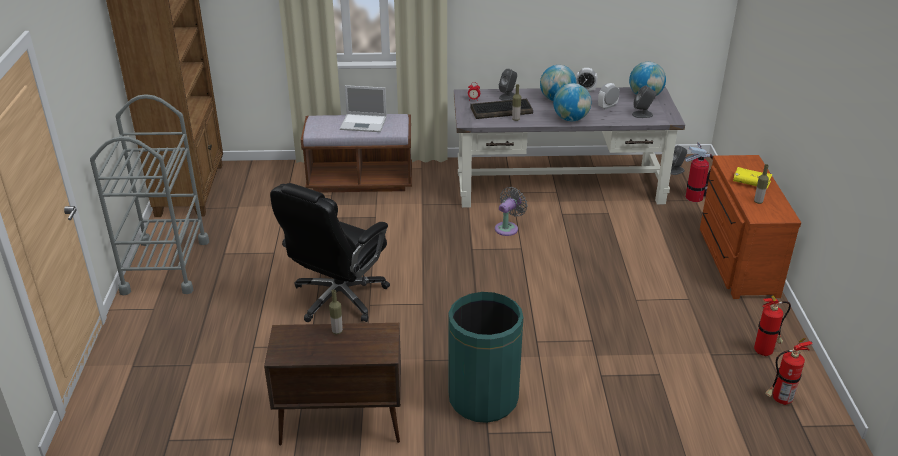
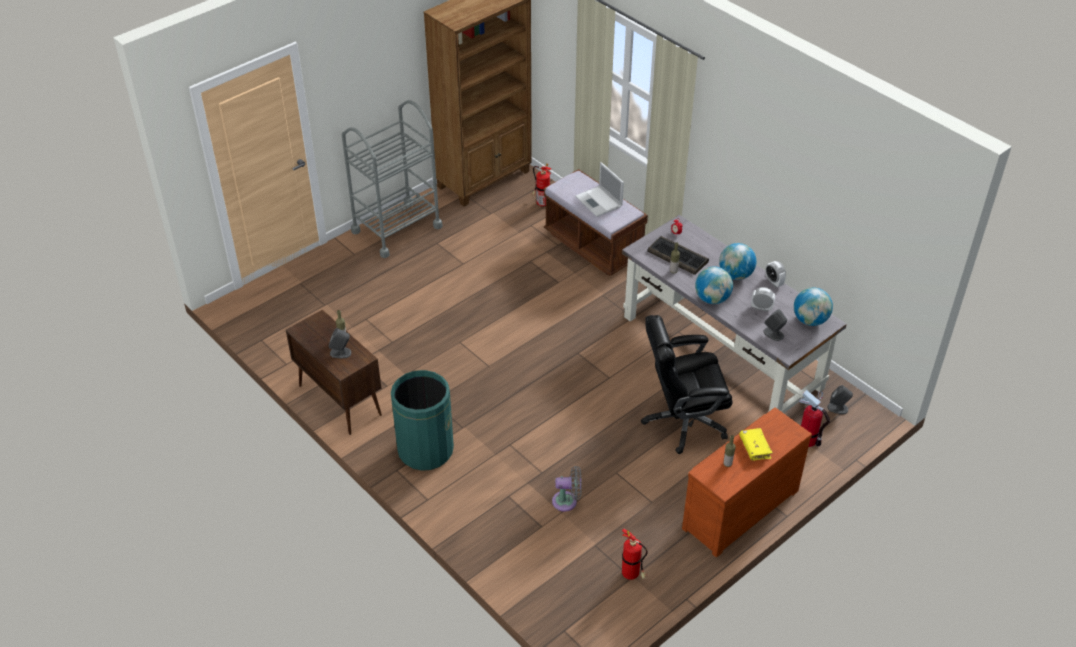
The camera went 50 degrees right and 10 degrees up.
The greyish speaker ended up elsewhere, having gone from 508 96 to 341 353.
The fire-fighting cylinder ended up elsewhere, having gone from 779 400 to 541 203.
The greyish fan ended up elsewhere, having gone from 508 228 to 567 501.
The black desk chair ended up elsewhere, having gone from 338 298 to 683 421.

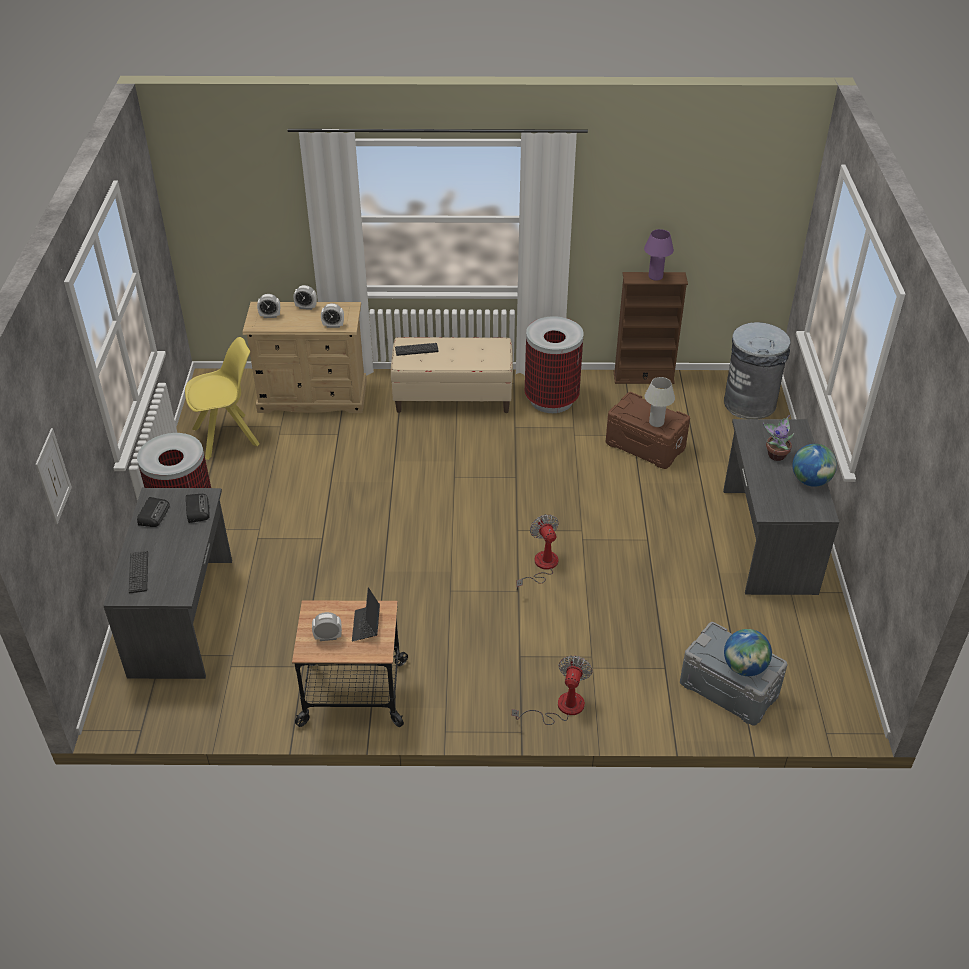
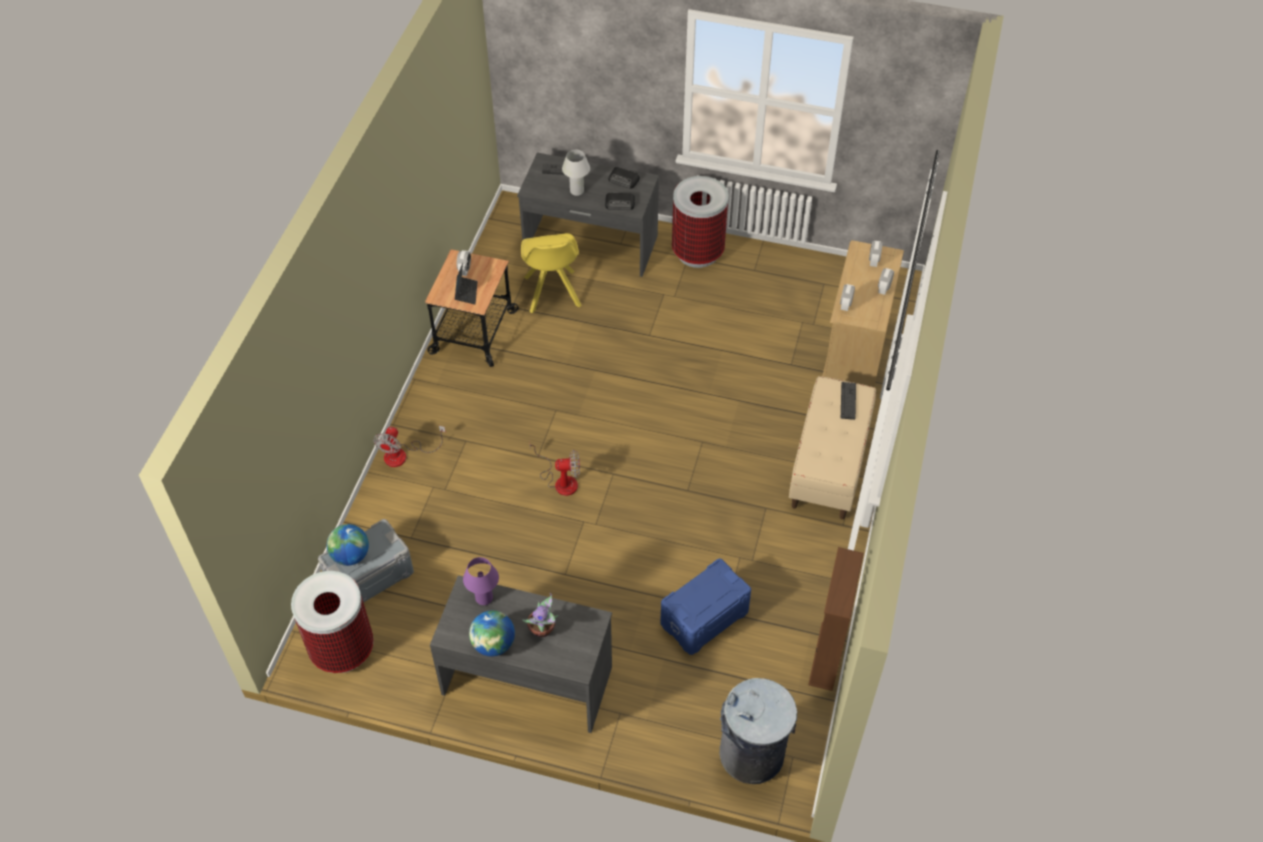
The camera went 105 degrees right and 10 degrees up.
The trash can ended up elsewhere, having gone from 551 400 to 342 649.
The fan at 561 707 ended up facing another way, 75 degrees clockwise from before.
The notebook computer at 366 626 ended up facing another way, 75 degrees clockwise from before.
The purple-coloured lamp for a table ended up elsewhere, having gone from 655 277 to 484 598.
The yellow plain chair ended up elsewhere, having gone from 228 436 to 552 293.
The whitish lamp for a table ended up elsewhere, having gone from 656 423 to 577 191.
What was the brown-coloured storage container at 645 446 turned into the blue storage container at 703 617.
The second view lost the picture at 53 476.

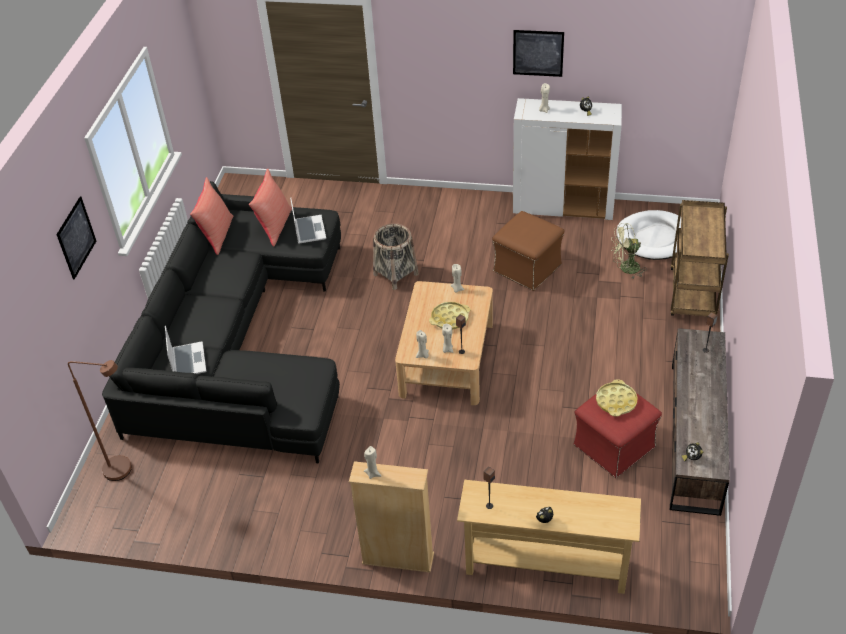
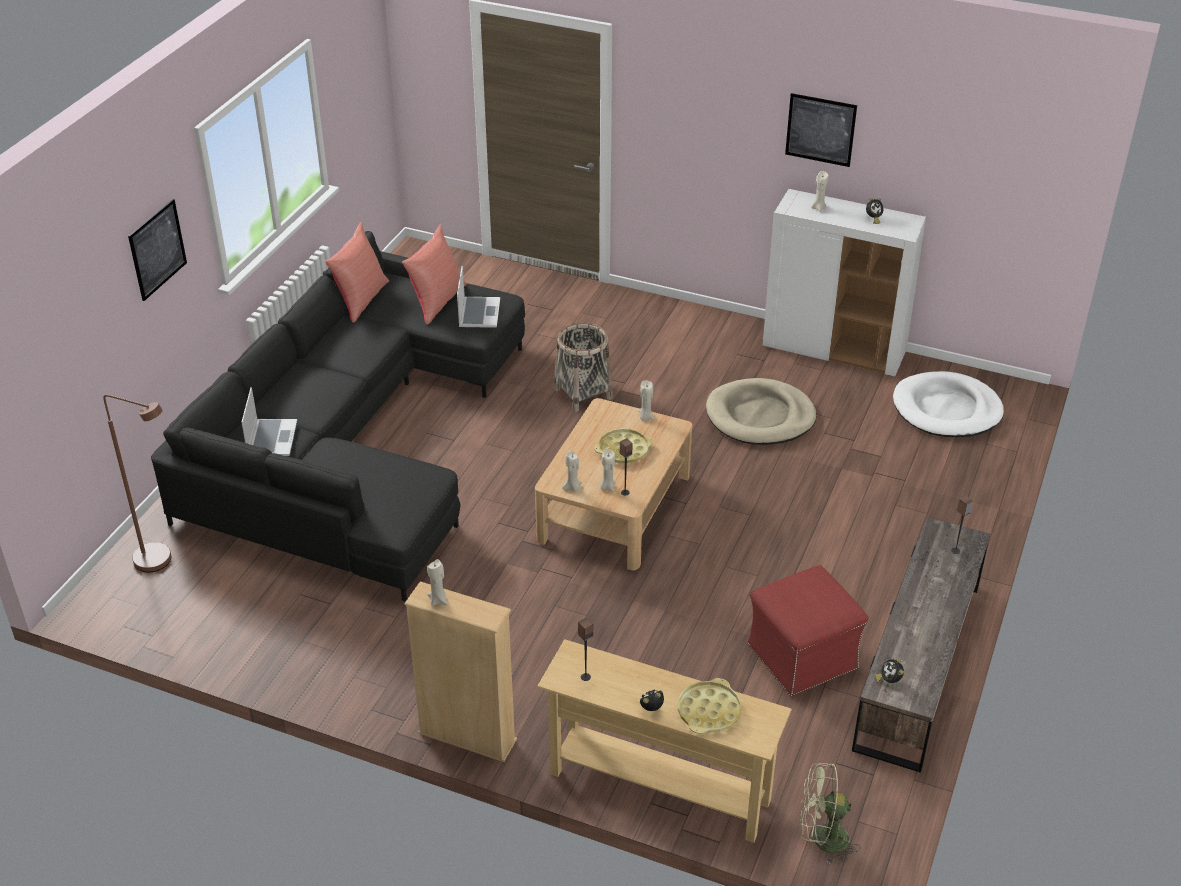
The camera went 10 degrees right and 5 degrees down.
The yellow serving tray ended up elsewhere, having gone from 616 401 to 709 711.
Where the brown-coloured pouffe stood at 528 268, the beige dog bed came to stand at 760 416.
The greenish fan ended up elsewhere, having gone from 625 269 to 822 839.
The second view lost the brown-coloured wheeled cart at 693 295.

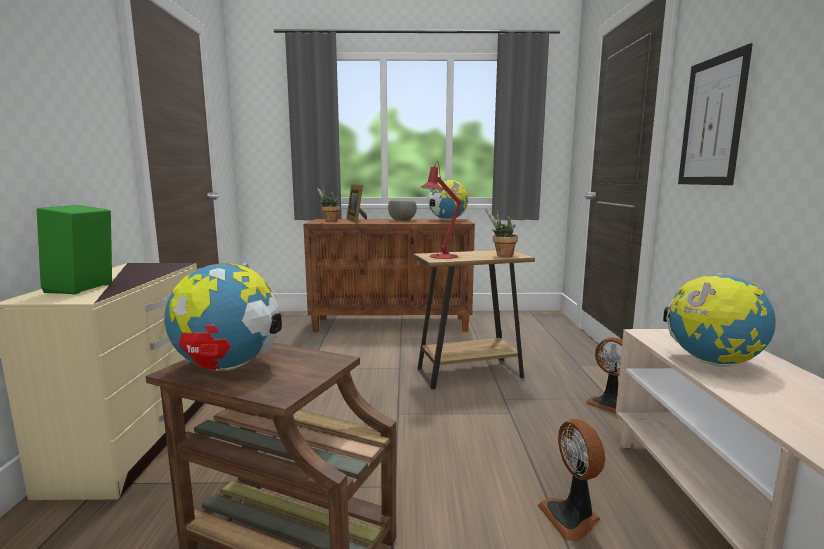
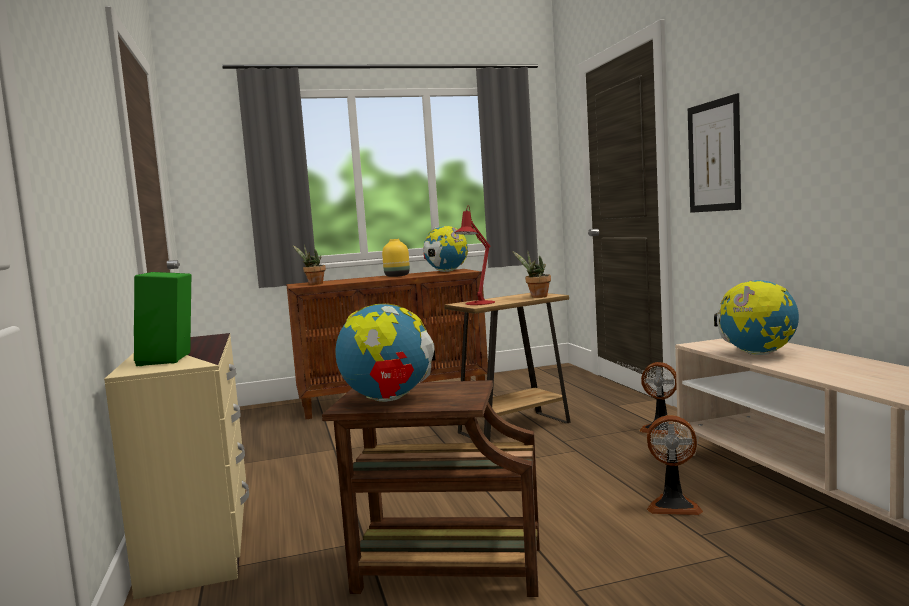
The camera went 15 degrees left and 5 degrees down.
Where the greyish deep dish stood at 402 221, the yellow decorative vase came to stand at 397 276.
The fan at 572 517 ended up facing another way, 45 degrees counterclockwise from before.
The second view lost the photo frame at 357 220.

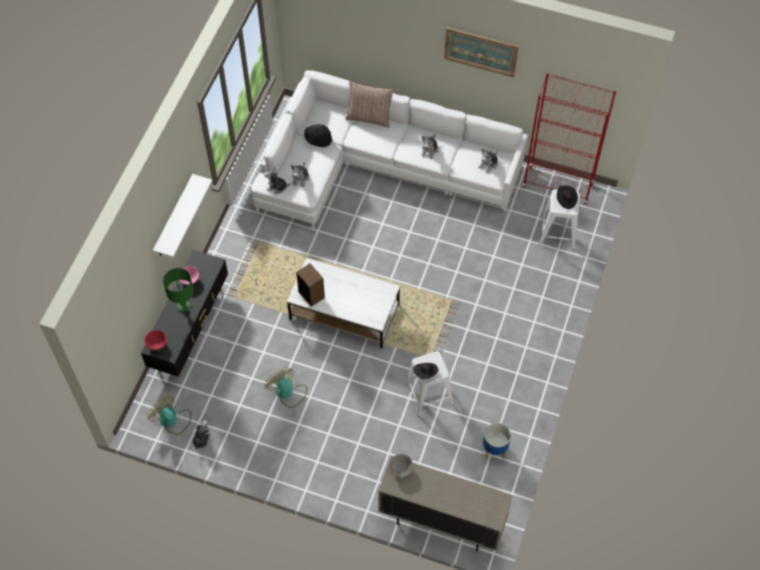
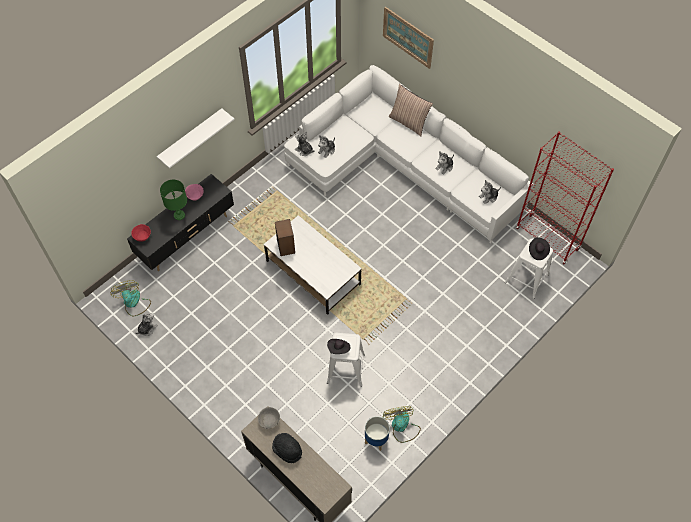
The camera went 25 degrees right and 0 degrees up.
The black wearable hat ended up elsewhere, having gone from 318 139 to 287 450.
The picture ended up elsewhere, having gone from 480 52 to 408 37.
The fan ended up elsewhere, having gone from 287 392 to 402 427.

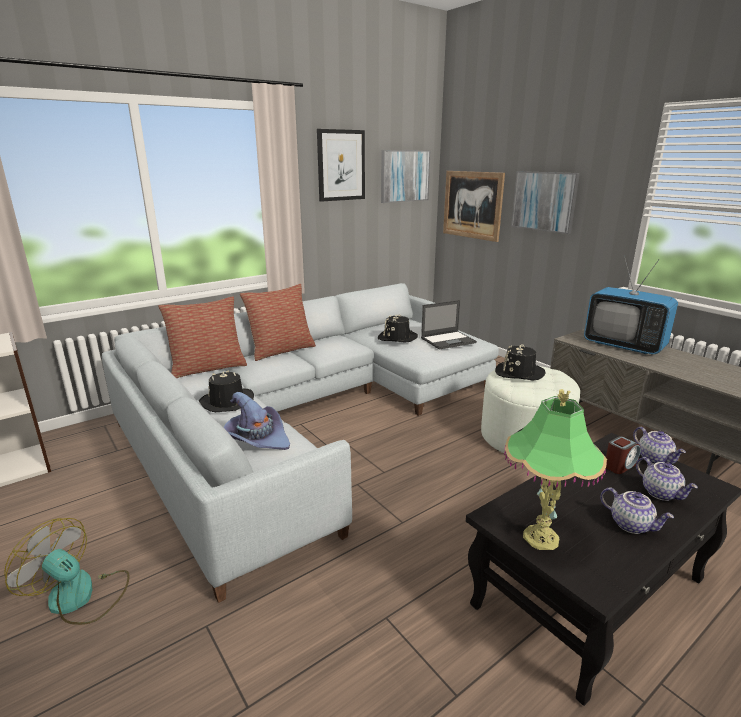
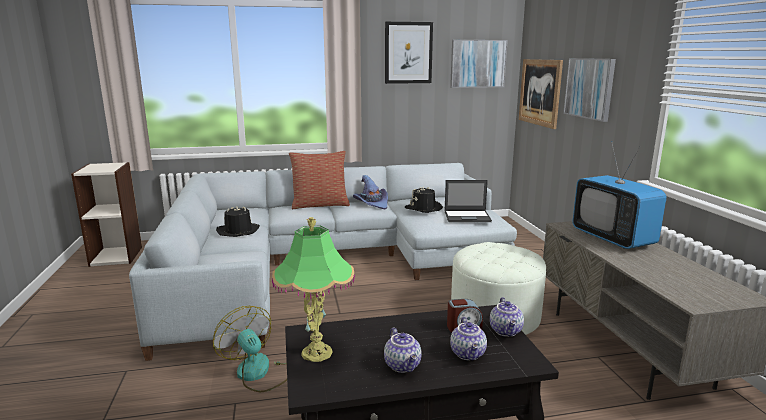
The camera went 25 degrees right and 5 degrees down.
The fan ended up elsewhere, having gone from 80 597 to 258 373.
The purple-coloured wearable hat ended up elsewhere, having gone from 257 438 to 372 204.
The second view lost the pillow at 208 368.
The second view lost the black wearable hat at 519 373.

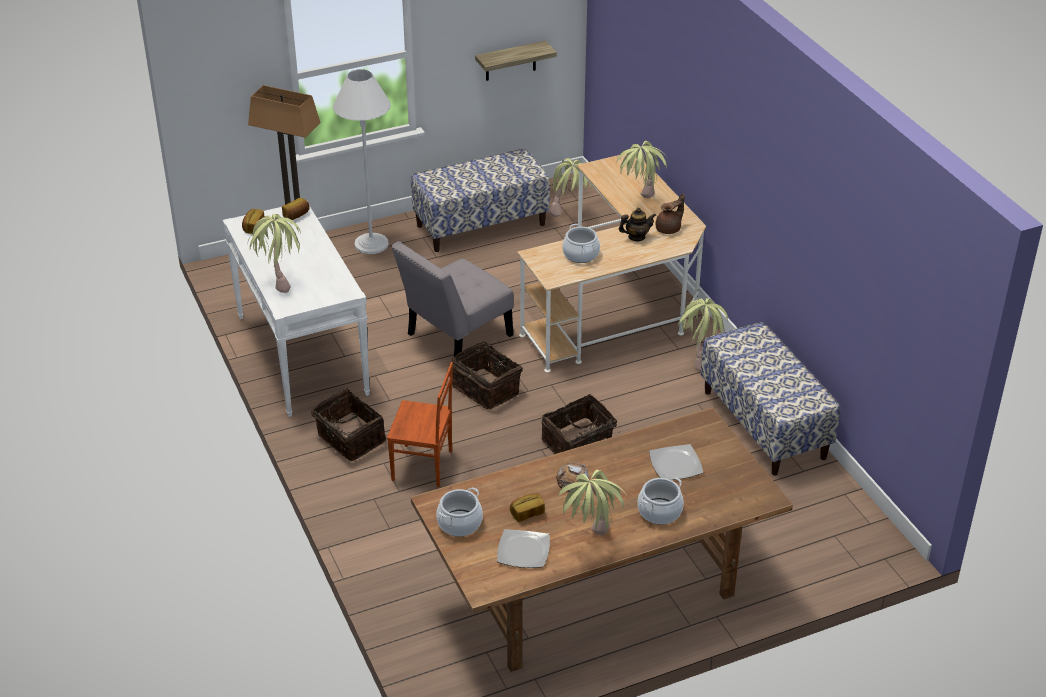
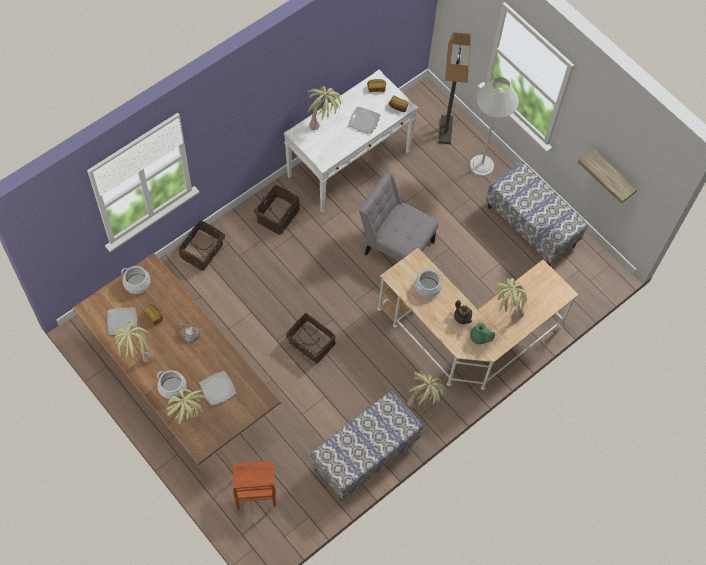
The camera went 70 degrees right and 25 degrees up.
The potted plant ended up elsewhere, having gone from 570 215 to 188 418.
The household basket ended up elsewhere, having gone from 487 389 to 203 251.
The brown-coloured plain chair ended up elsewhere, having gone from 423 466 to 255 492.
The second view gained the plate at 364 121.
What was the brown-coloured pot for tea at 669 229 turned into the greenish pot for tea at 480 337.

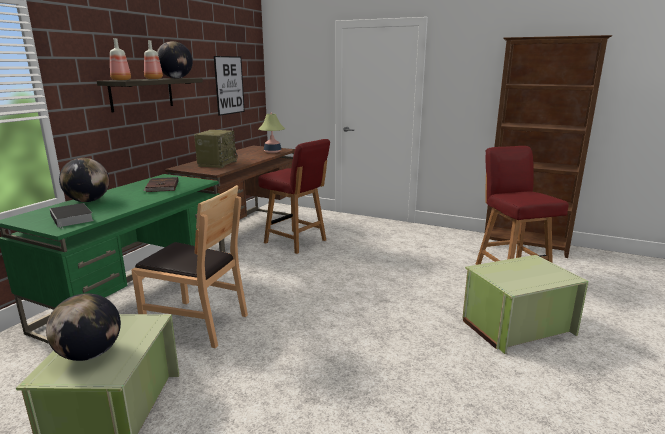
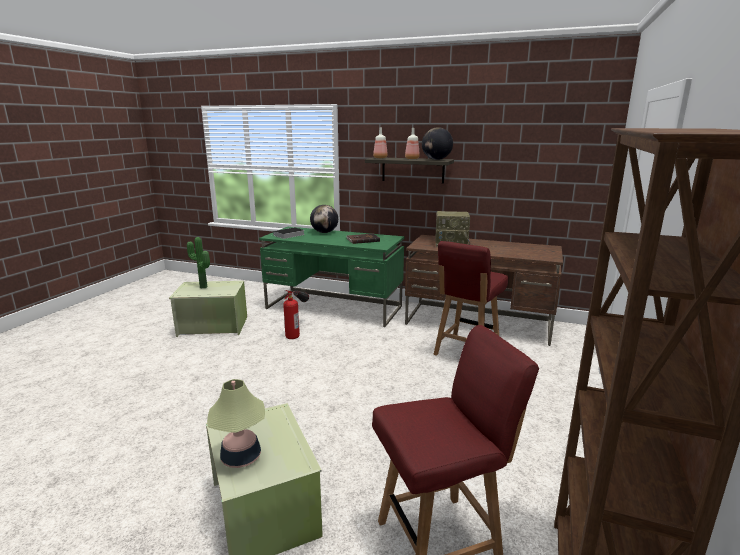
The camera went 85 degrees right and 0 degrees up.
Where the world globe stood at 89 354, the potted plant came to stand at 202 287.
The lamp for a table ended up elsewhere, having gone from 272 152 to 241 457.
Where the brown-coloured plain chair stood at 197 323, the fire-fighting cylinder came to stand at 297 330.
The second view lost the picture at 229 85.

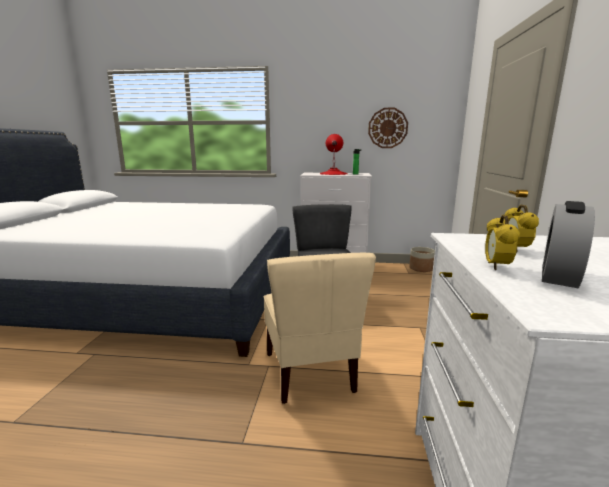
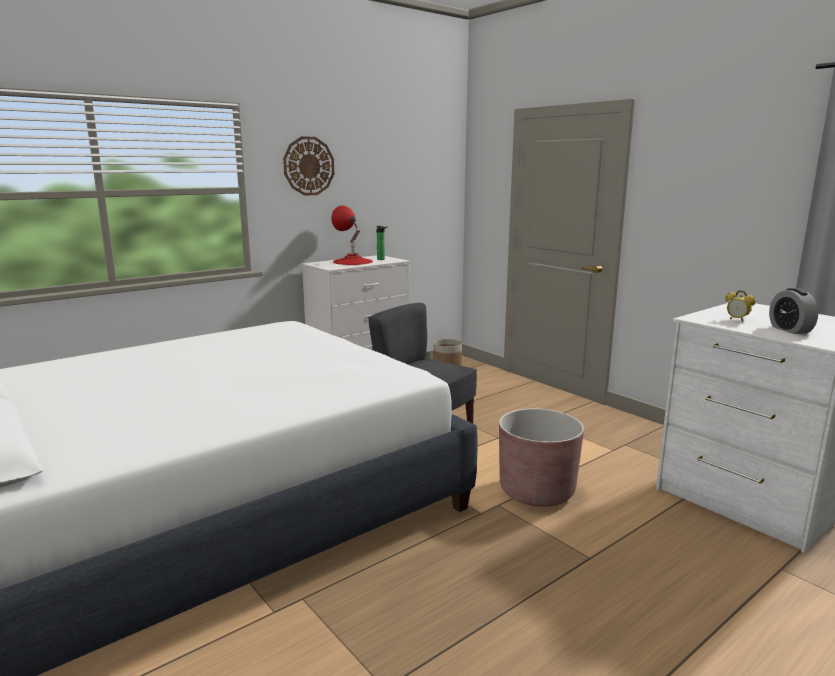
The camera went 45 degrees left and 0 degrees up.
The clock on the wall ended up elsewhere, having gone from 387 128 to 308 166.
Where the beige plain chair stood at 310 372, the brown-coloured flower pot came to stand at 536 491.
The second view lost the table clock at 496 266.

